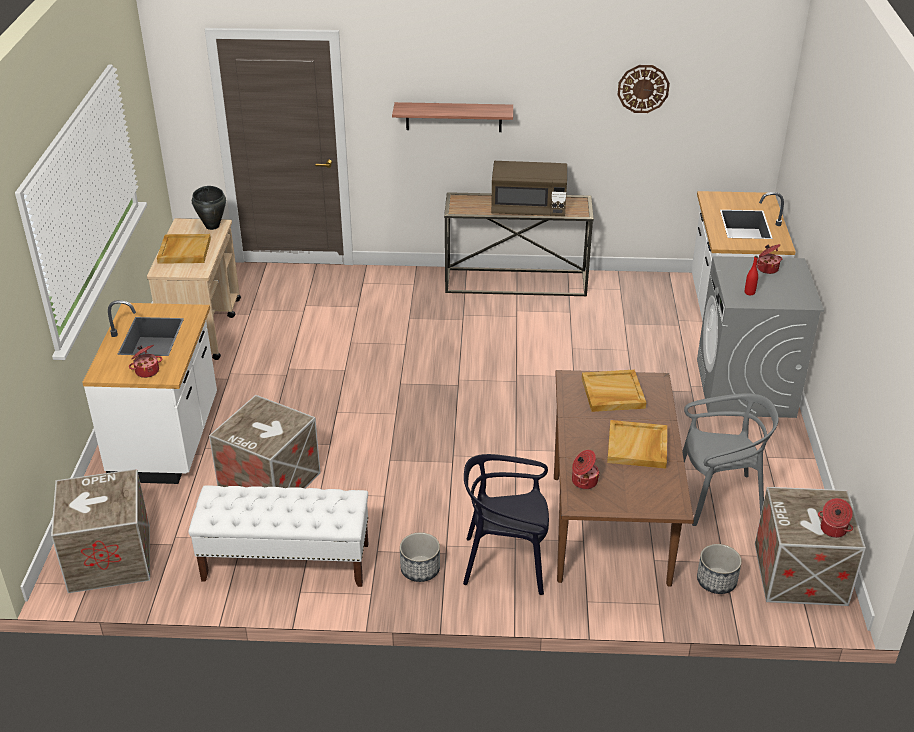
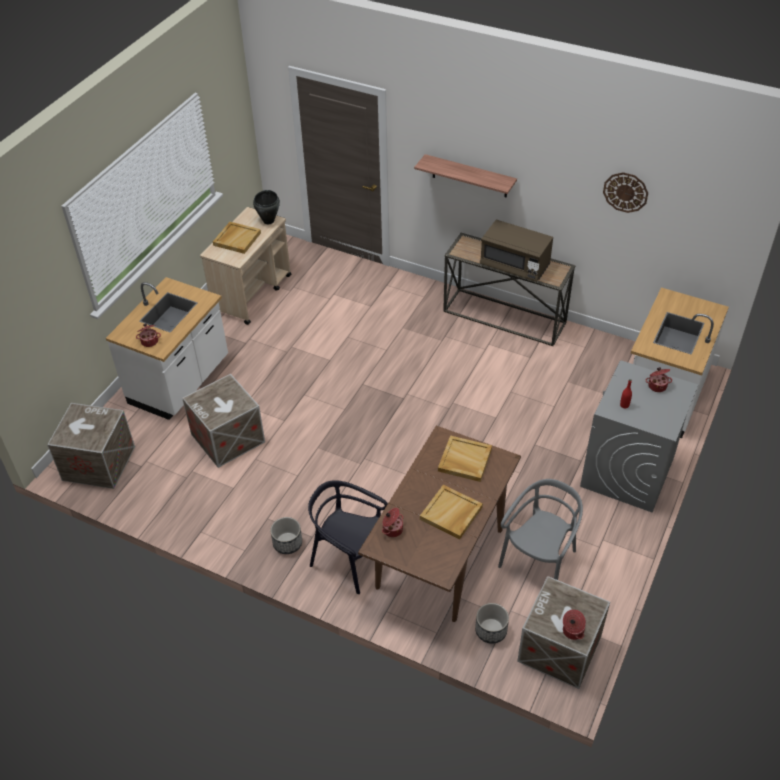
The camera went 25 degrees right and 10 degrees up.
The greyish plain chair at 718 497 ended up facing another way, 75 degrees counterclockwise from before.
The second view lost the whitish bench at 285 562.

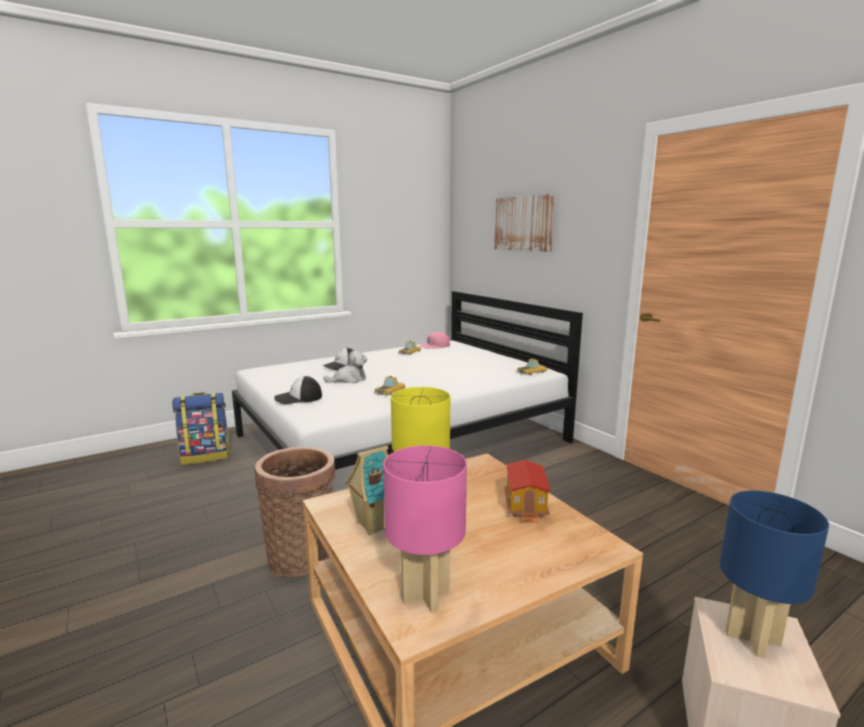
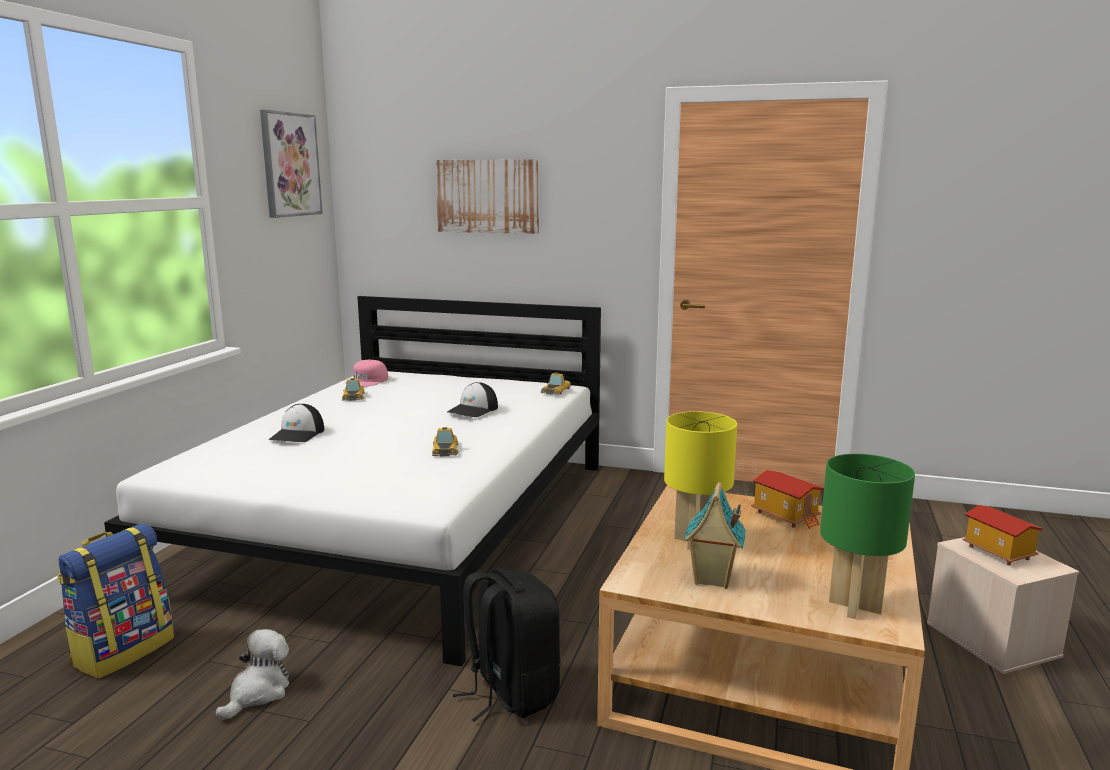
The camera went 40 degrees left and 0 degrees up.
The plush toy ended up elsewhere, having gone from 349 380 to 258 693.
The second view gained the picture at 290 165.
The cap ended up elsewhere, having gone from 298 398 to 473 410.
Where the household basket stood at 301 556, the black rucksack came to stand at 510 693.
What was the pink lamp for a table at 426 595 turned into the greenish lamp for a table at 856 606.
Where the blue lamp for a table stood at 751 638, the miniature house came to stand at 997 552.

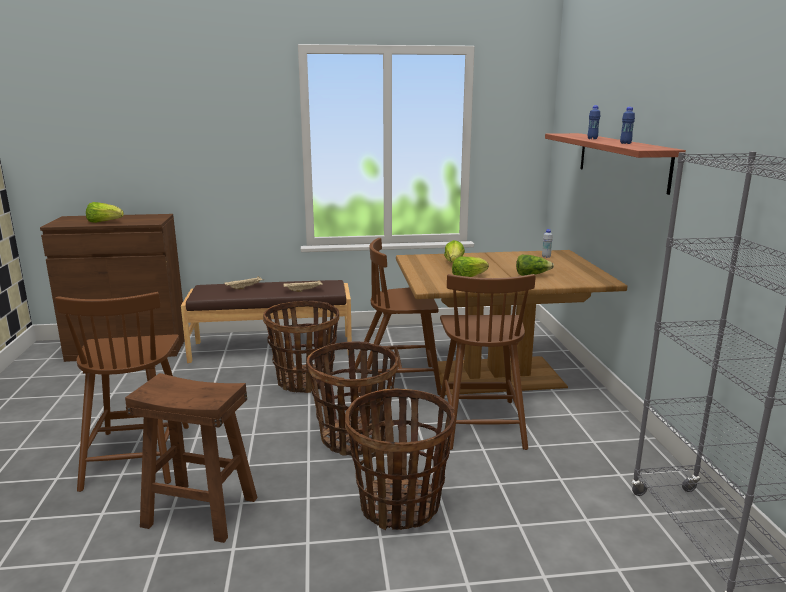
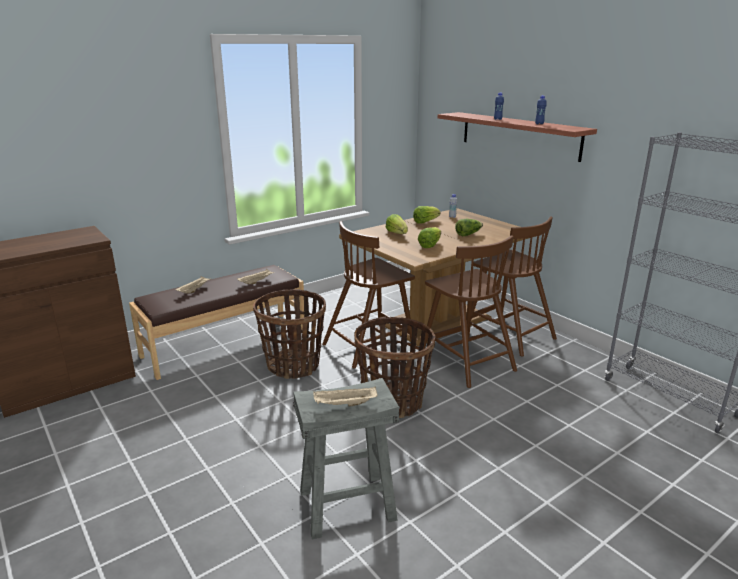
The camera went 30 degrees left and 5 degrees up.
What was the brown-coloured stool seat at 201 511 turned into the greyish stool seat at 347 504.
The second view gained the beige serving tray at 344 405.
The lettuce ended up elsewhere, having gone from 104 222 to 425 222.
The brown-coloured plain chair ended up elsewhere, having gone from 137 455 to 508 333.
The second view lost the household basket at 400 505.

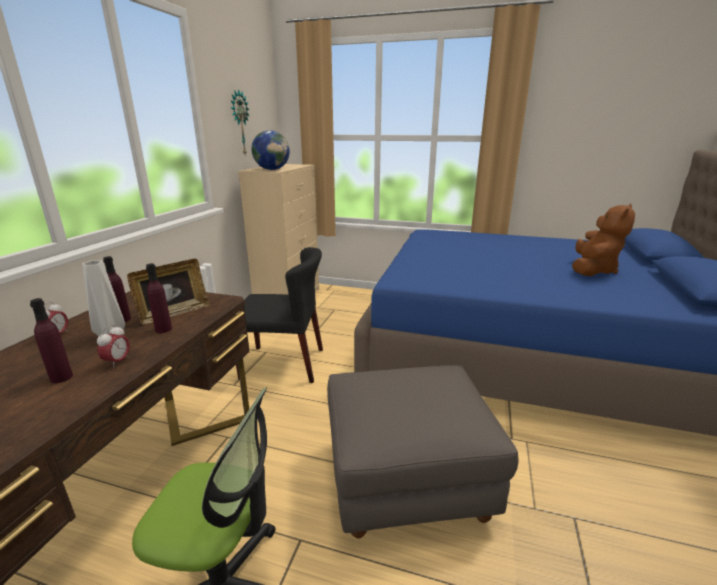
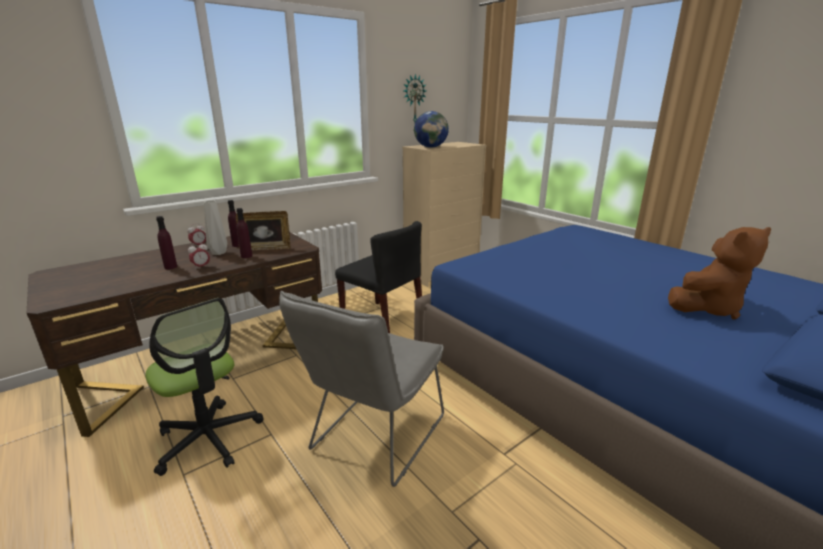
The camera went 35 degrees right and 0 degrees up.
Where the greyish pouffe stood at 406 482, the greyish plain chair came to stand at 373 438.

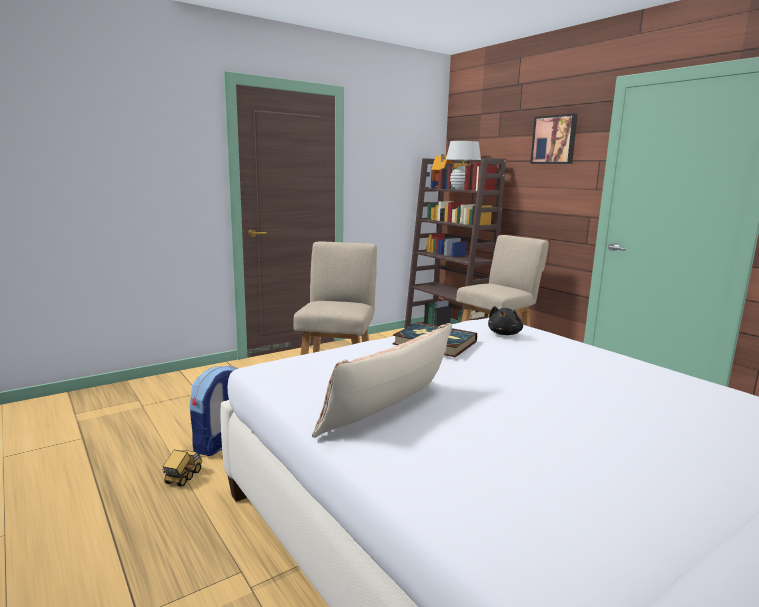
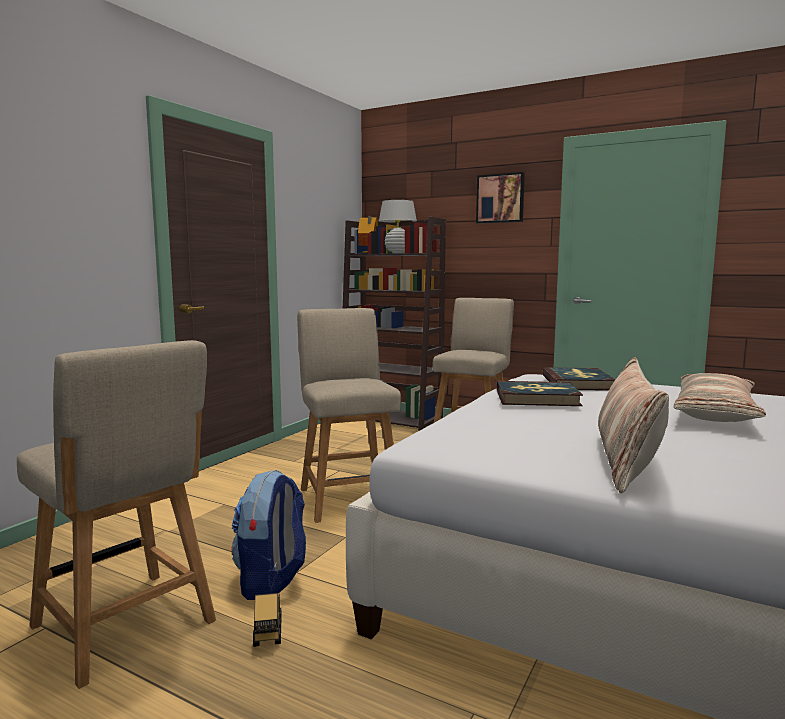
The camera went 25 degrees left and 5 degrees down.
The second view gained the beige plain chair at 127 627.
Where the black plush toy stood at 505 334, the bound book came to stand at 577 383.
The second view gained the pillow at 715 412.

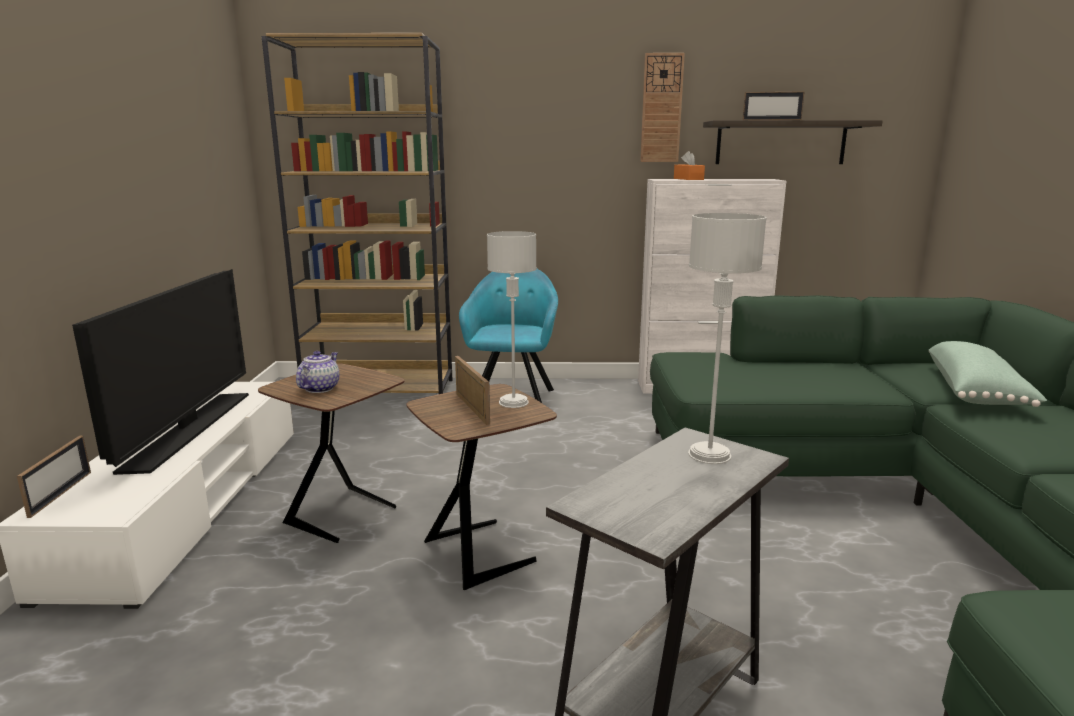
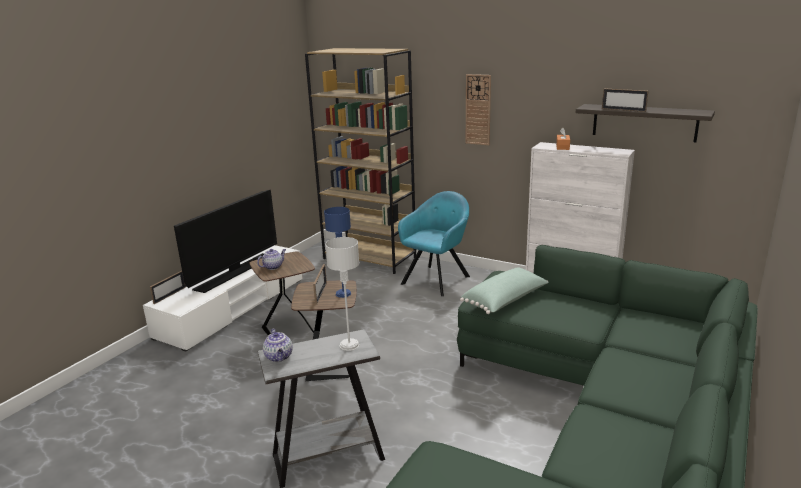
The camera went 30 degrees right and 5 degrees up.
The second view gained the pot for tea at 279 357.
What was the greyish lamp for a table at 514 402 turned into the blue lamp for a table at 343 294.
The greenish pillow ended up elsewhere, having gone from 976 392 to 505 301.
The clock on the wall ended up elsewhere, having gone from 661 108 to 478 110.

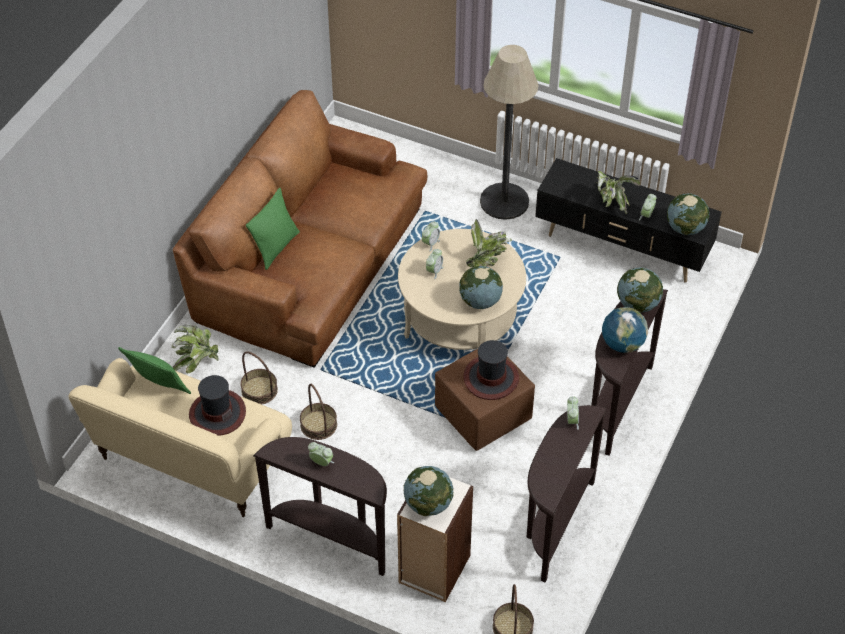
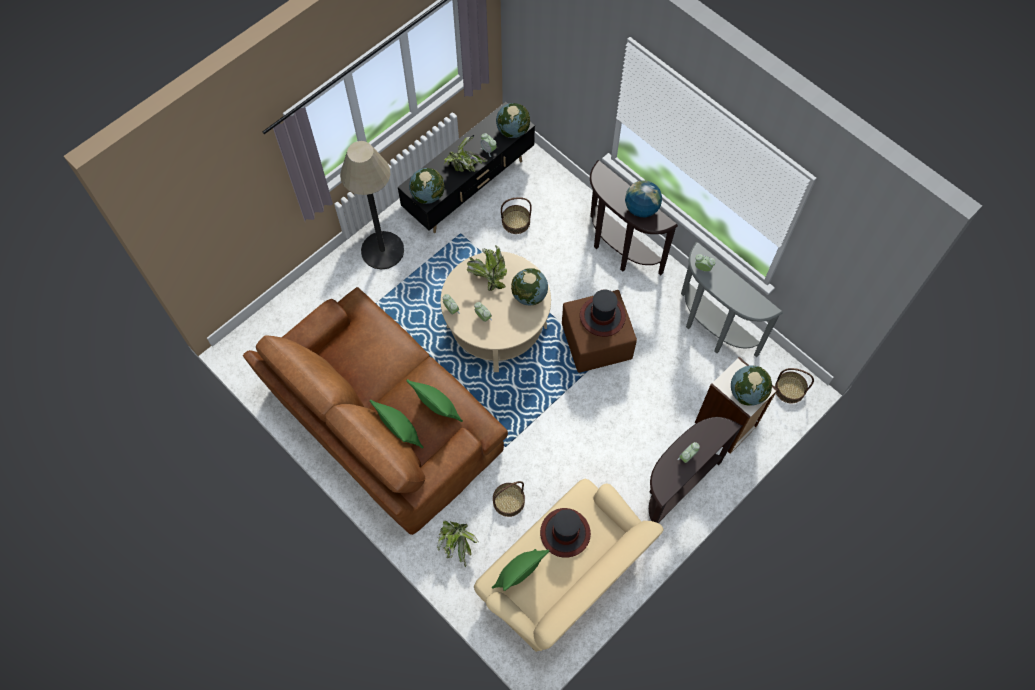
The camera went 70 degrees left and 15 degrees up.
The second view gained the greenish pillow at 437 409.
The world globe ended up elsewhere, having gone from 638 304 to 428 195.
The household basket ended up elsewhere, having gone from 318 425 to 516 222.
What was the brown-coloured narrow table at 554 525 turned into the greyish narrow table at 711 331.

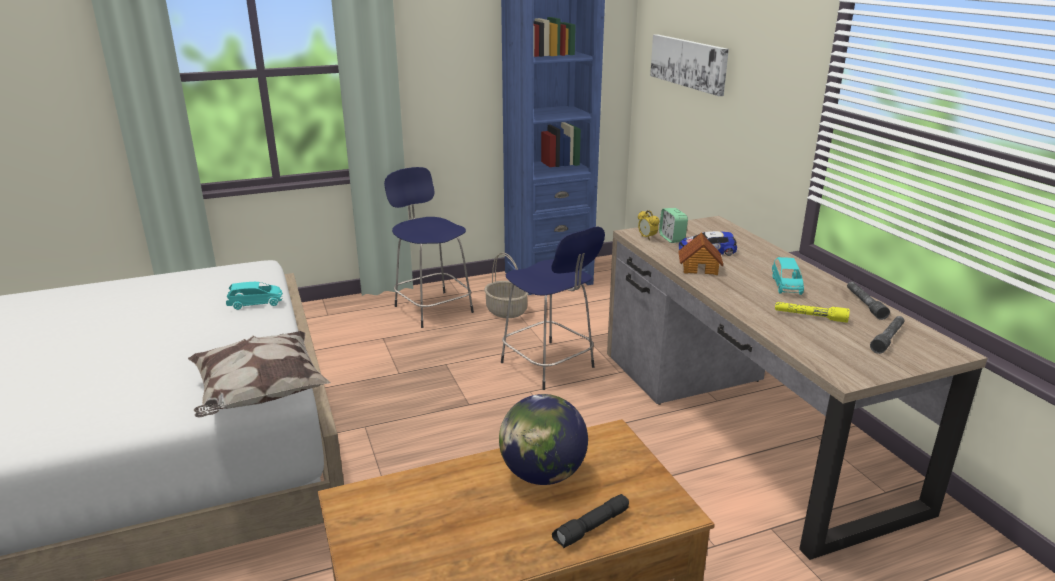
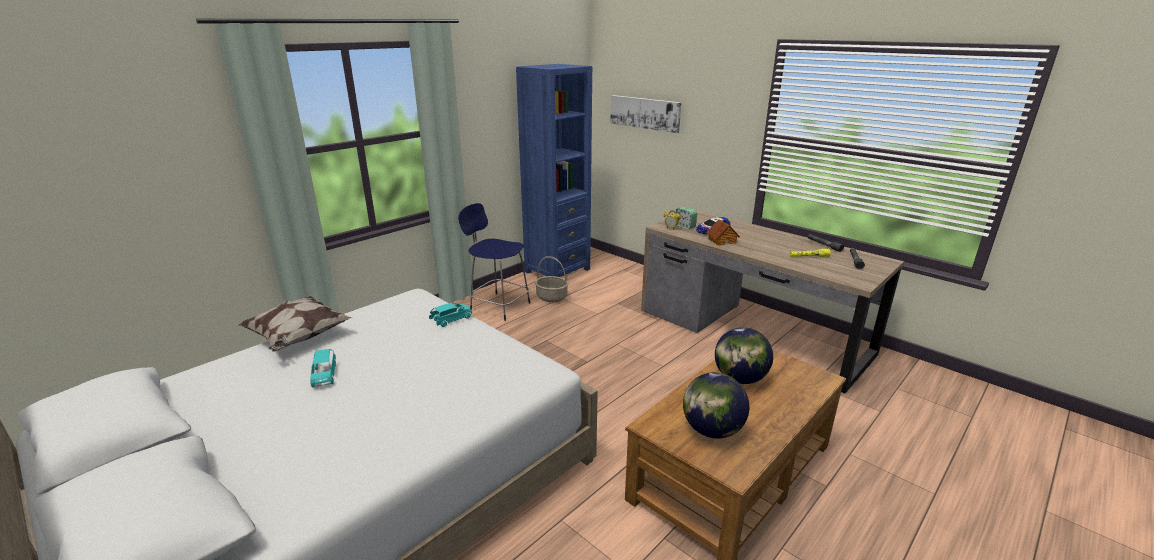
The camera went 25 degrees left and 0 degrees up.
The pillow ended up elsewhere, having gone from 259 395 to 298 338.
The blue-green toy car ended up elsewhere, having gone from 786 285 to 324 375.
The second view gained the world globe at 712 430.
The second view lost the blue stool seat at 549 366.
The second view lost the black torch at 591 528.

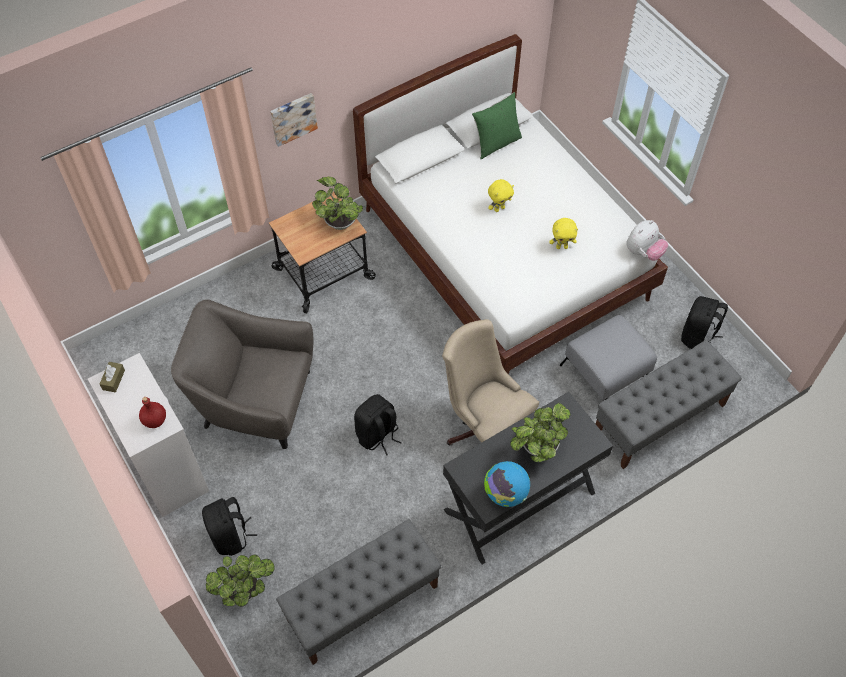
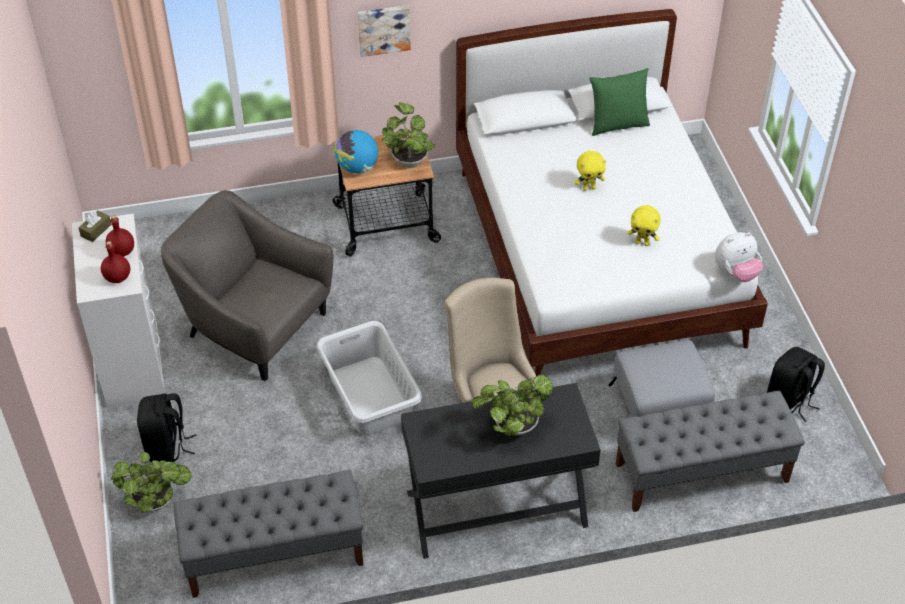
The camera went 20 degrees right and 10 degrees down.
The second view gained the reddish beverage bottle at 122 251.
Where the black rucksack stood at 378 435, the greyish washing basket came to stand at 369 396.
The world globe ended up elsewhere, having gone from 505 493 to 357 168.

